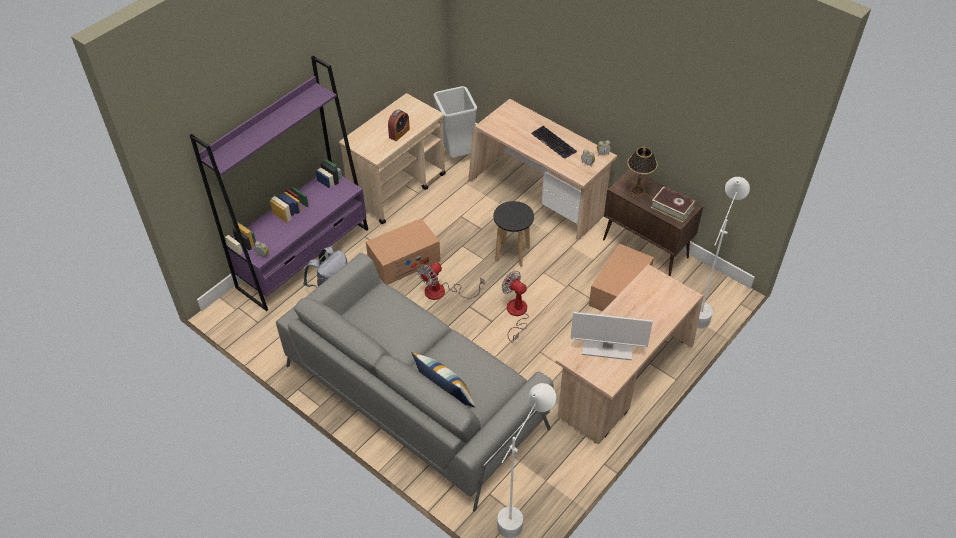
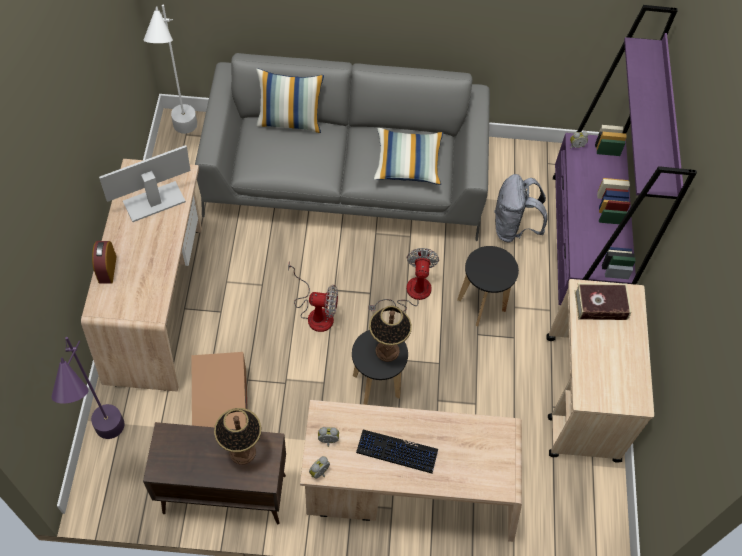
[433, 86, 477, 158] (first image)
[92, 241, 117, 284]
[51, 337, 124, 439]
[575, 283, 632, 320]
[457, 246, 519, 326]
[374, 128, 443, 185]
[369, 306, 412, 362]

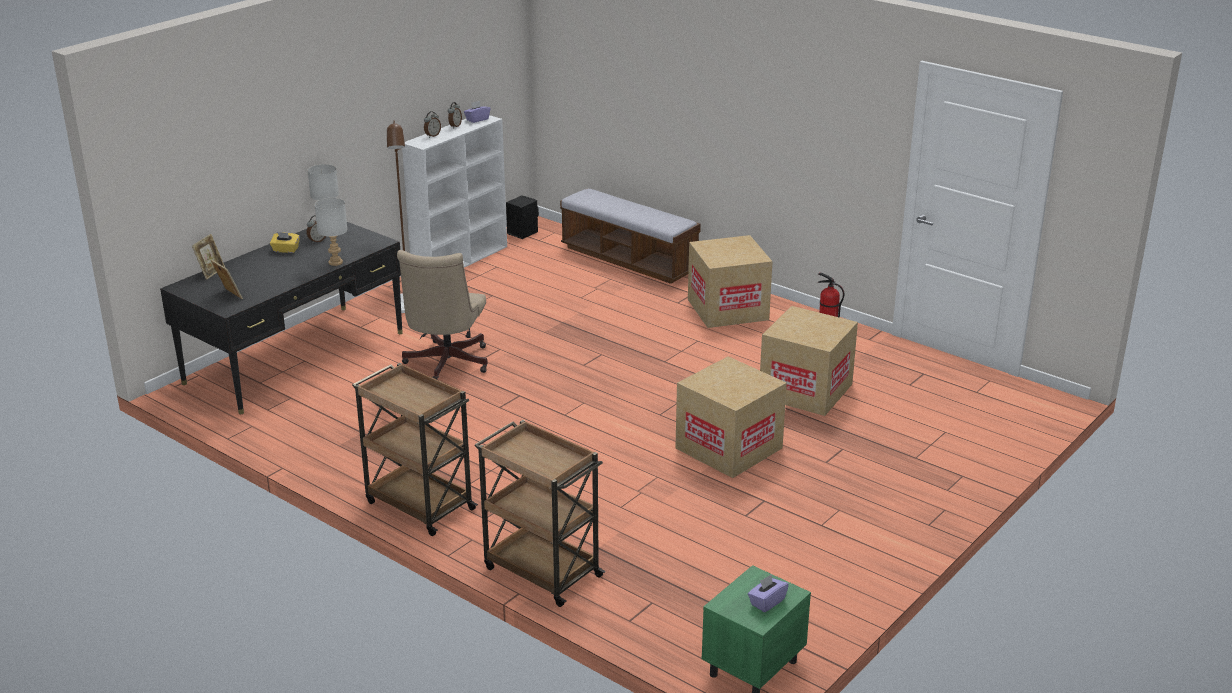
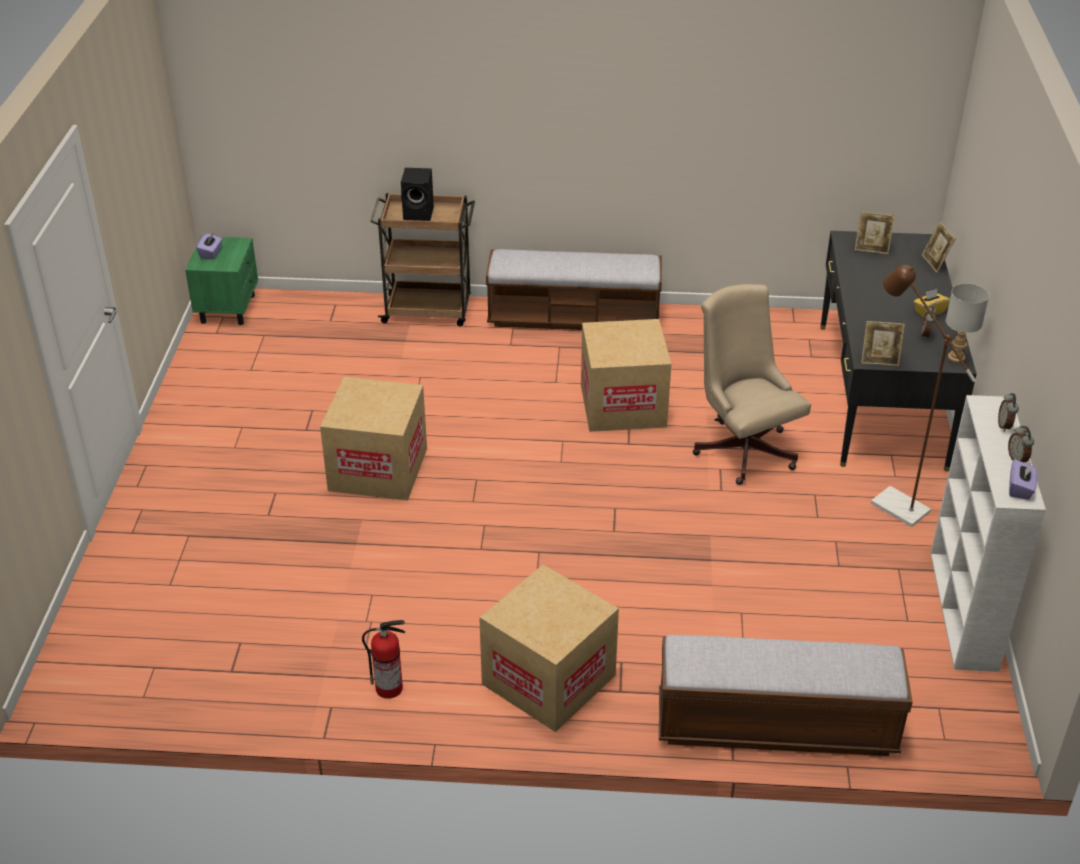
[401, 168, 434, 221]
[315, 198, 347, 266] (first image)
[581, 319, 671, 432]
[486, 249, 662, 330]
[861, 321, 905, 366]

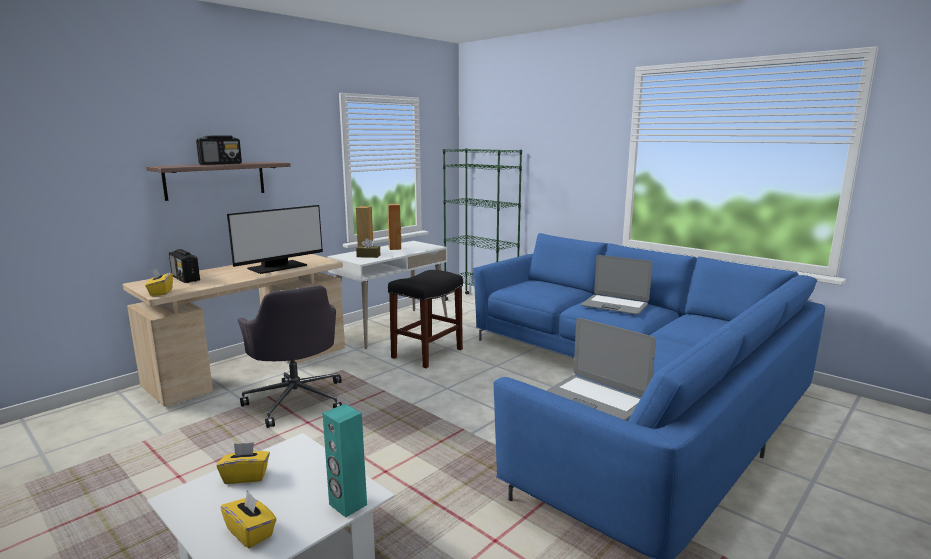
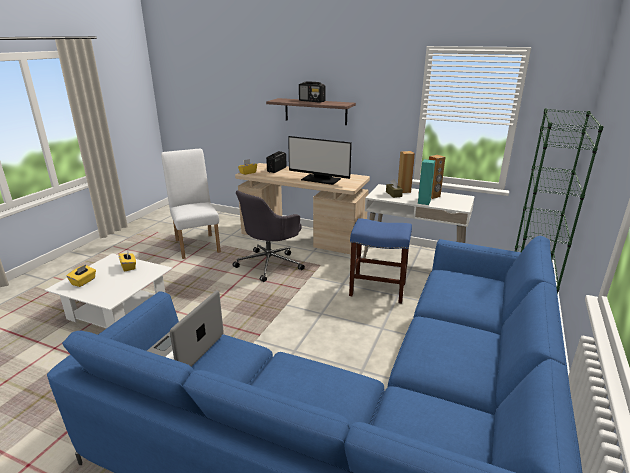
[581, 255, 652, 315] (first image)
[349, 218, 412, 304]
[418, 159, 435, 205]
[161, 148, 221, 259]

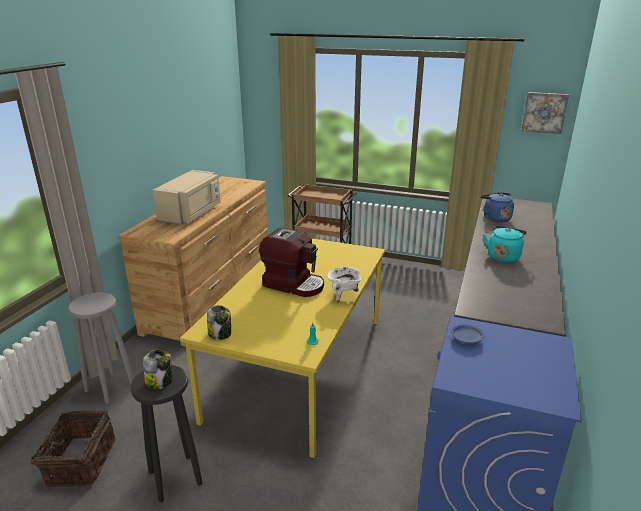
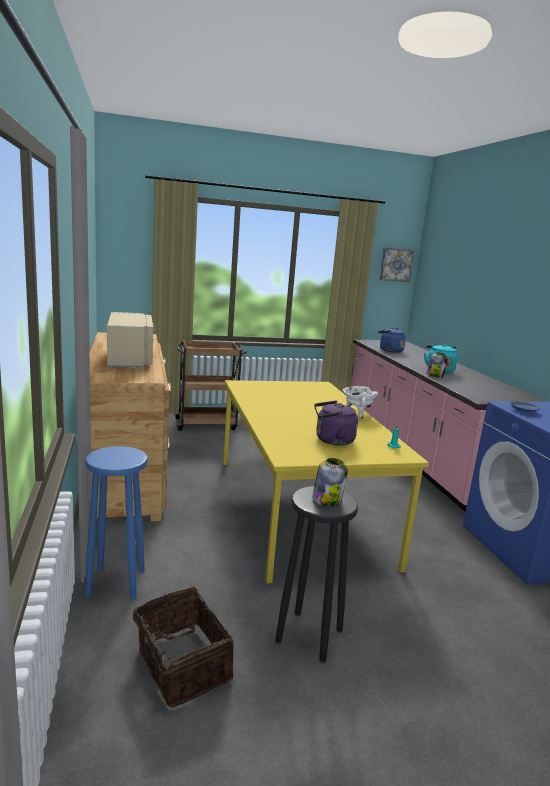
[259, 228, 324, 297] (first image)
[85, 446, 148, 599]
[426, 352, 448, 378]
[314, 401, 358, 446]

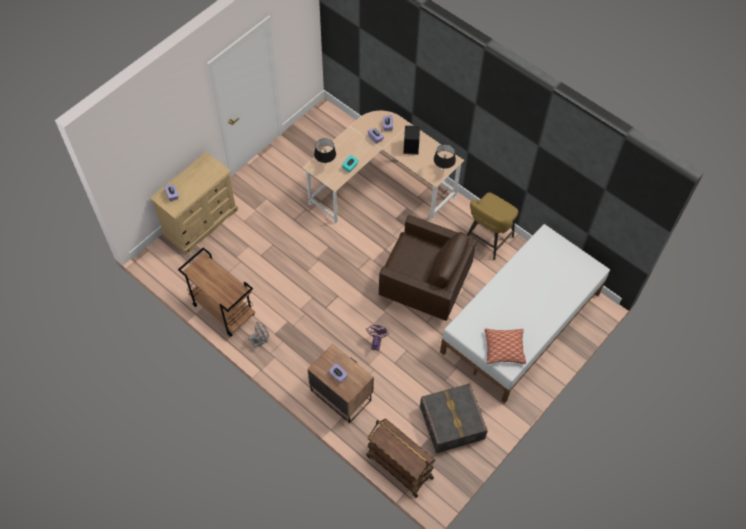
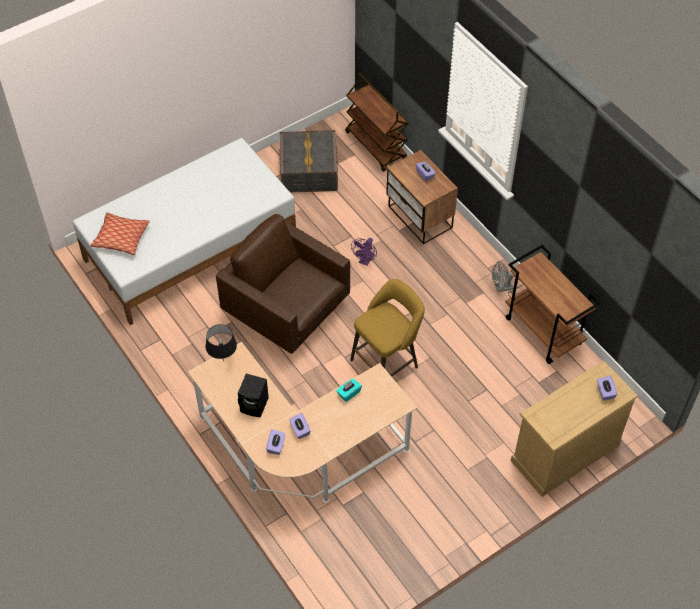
[314, 138, 336, 163] (first image)
[350, 279, 425, 377]
[90, 213, 150, 255]

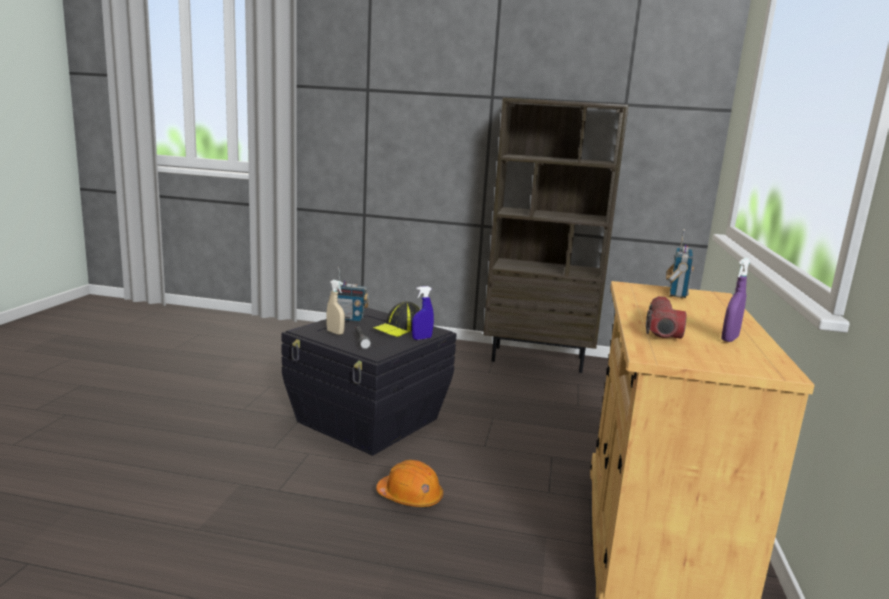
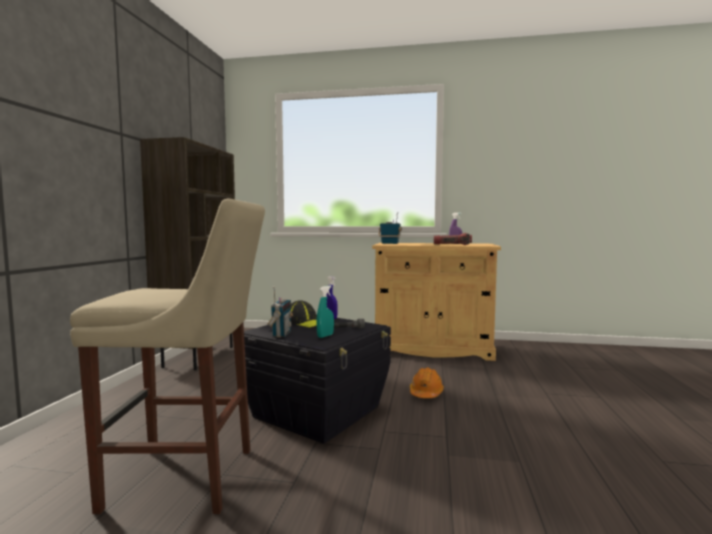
[316, 285, 334, 338]
[70, 199, 265, 514]

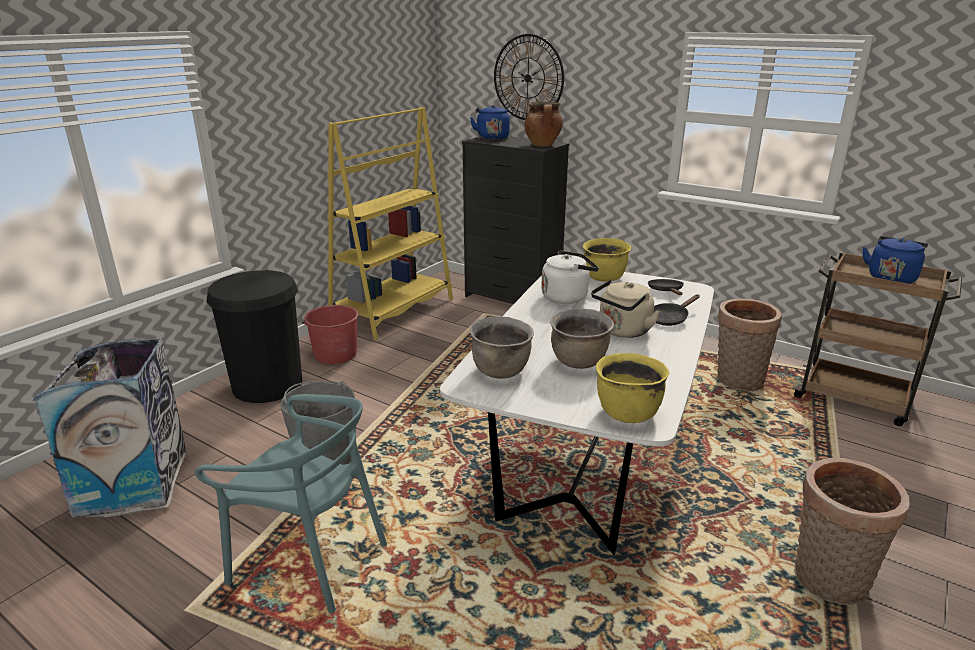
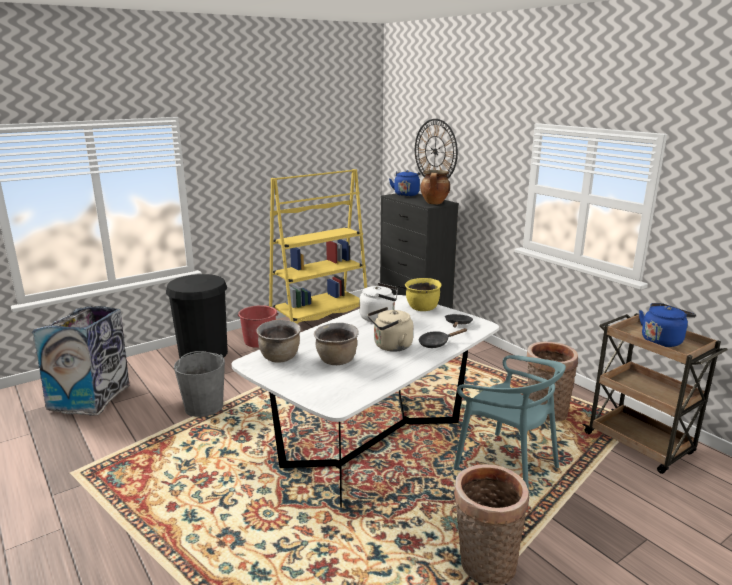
[596, 353, 669, 423] (first image)
[454, 355, 566, 491]

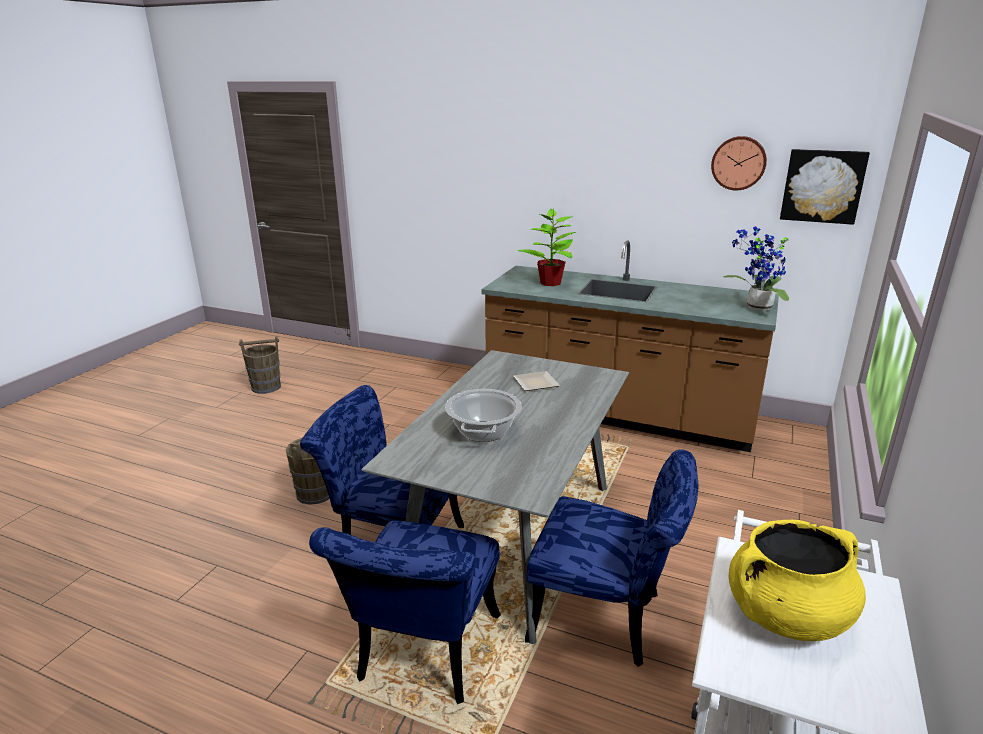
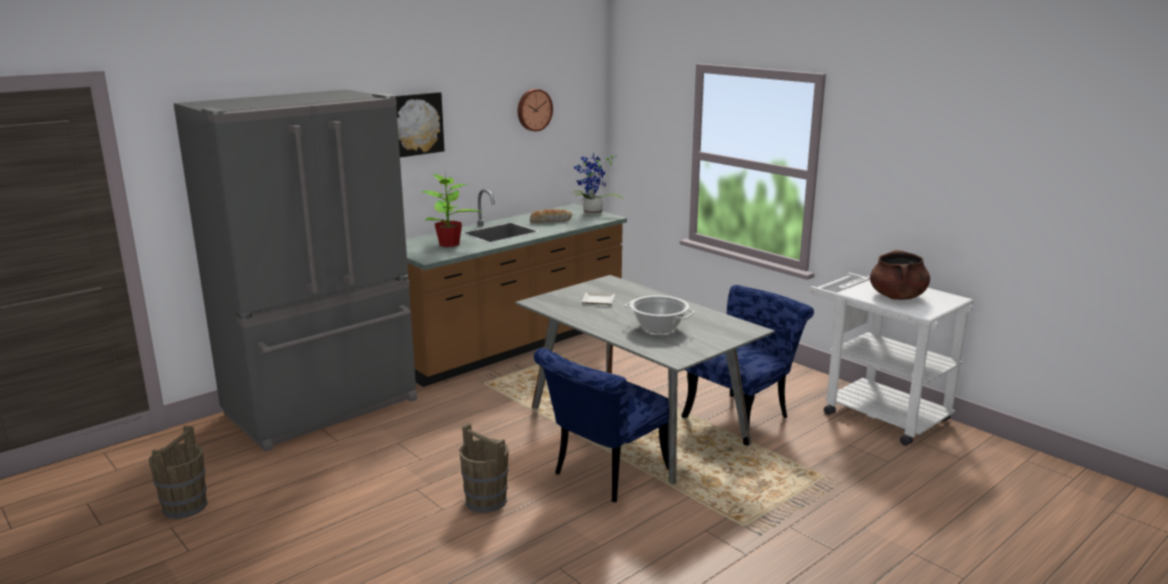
[395, 92, 445, 158]
[870, 250, 930, 300]
[309, 521, 501, 704] (first image)
[173, 89, 417, 452]
[530, 209, 572, 223]

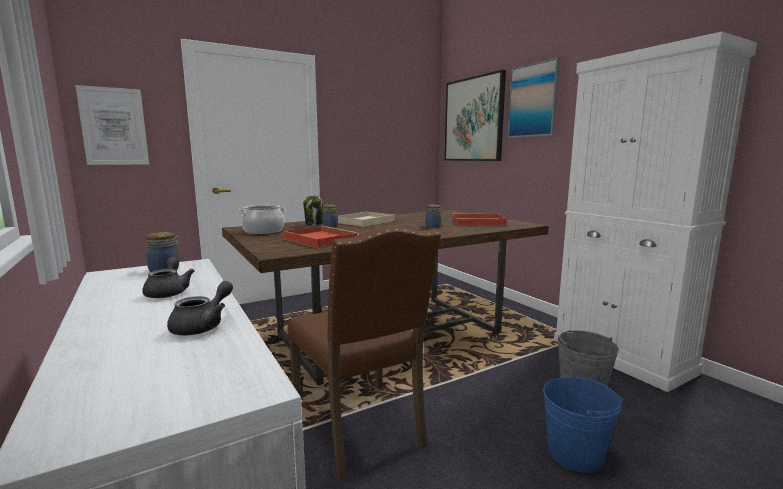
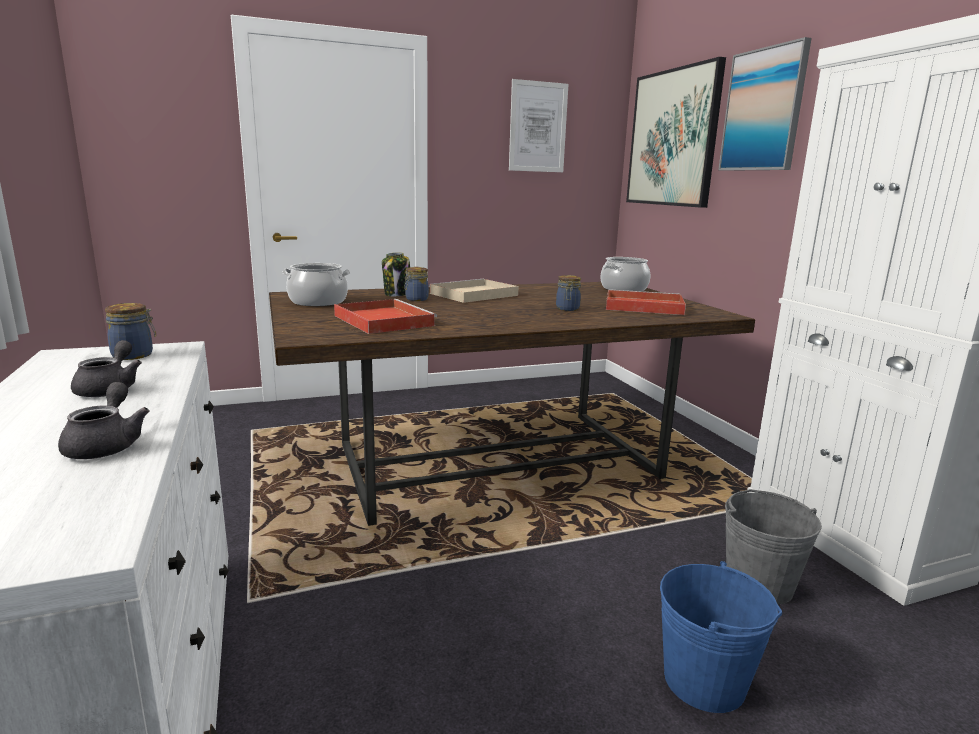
[509, 79, 569, 172]
[288, 226, 441, 480] (first image)
[58, 382, 149, 459]
[601, 257, 650, 291]

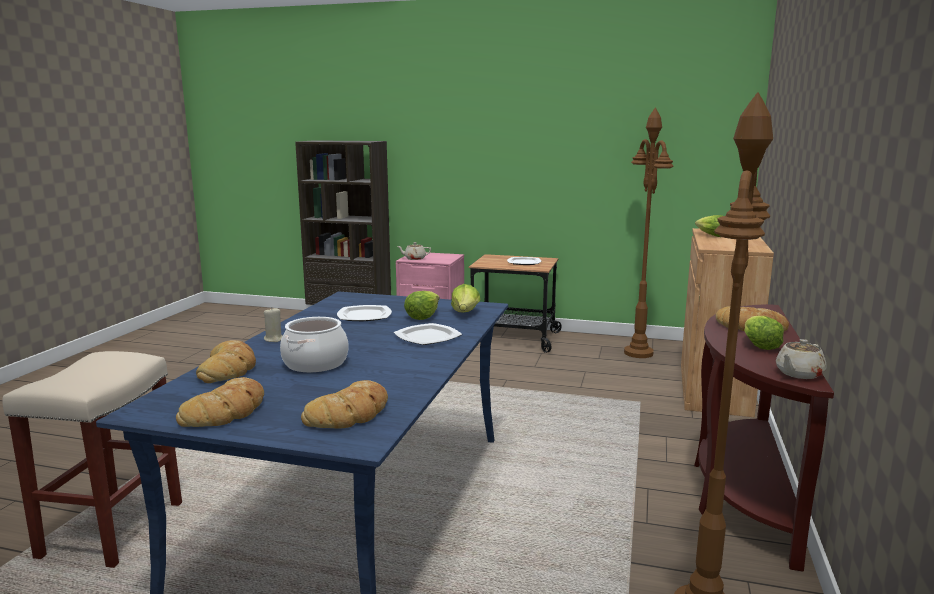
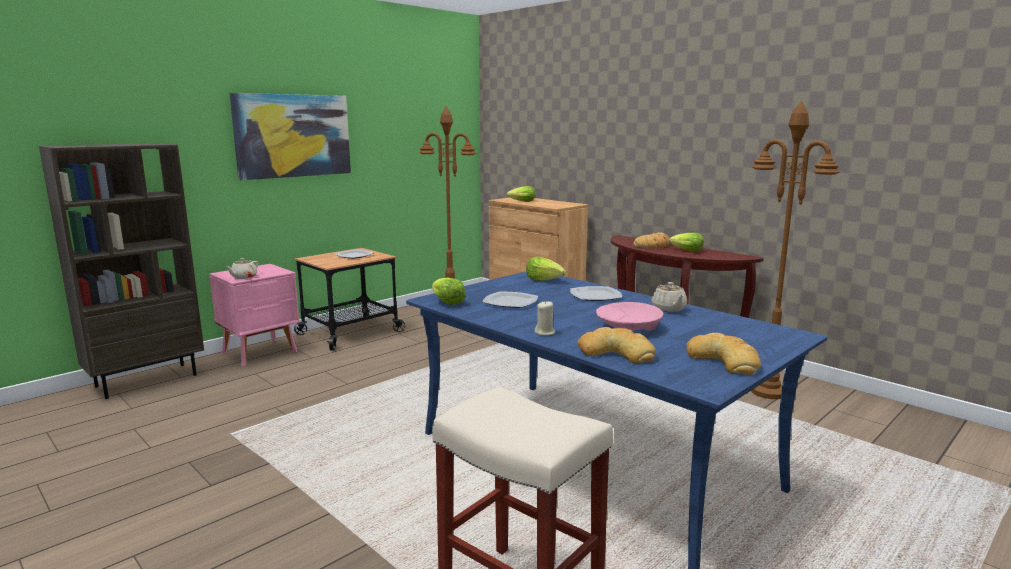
[432, 277, 465, 305]
[596, 302, 663, 331]
[651, 282, 687, 312]
[301, 380, 388, 429] (first image)
[229, 93, 351, 180]

